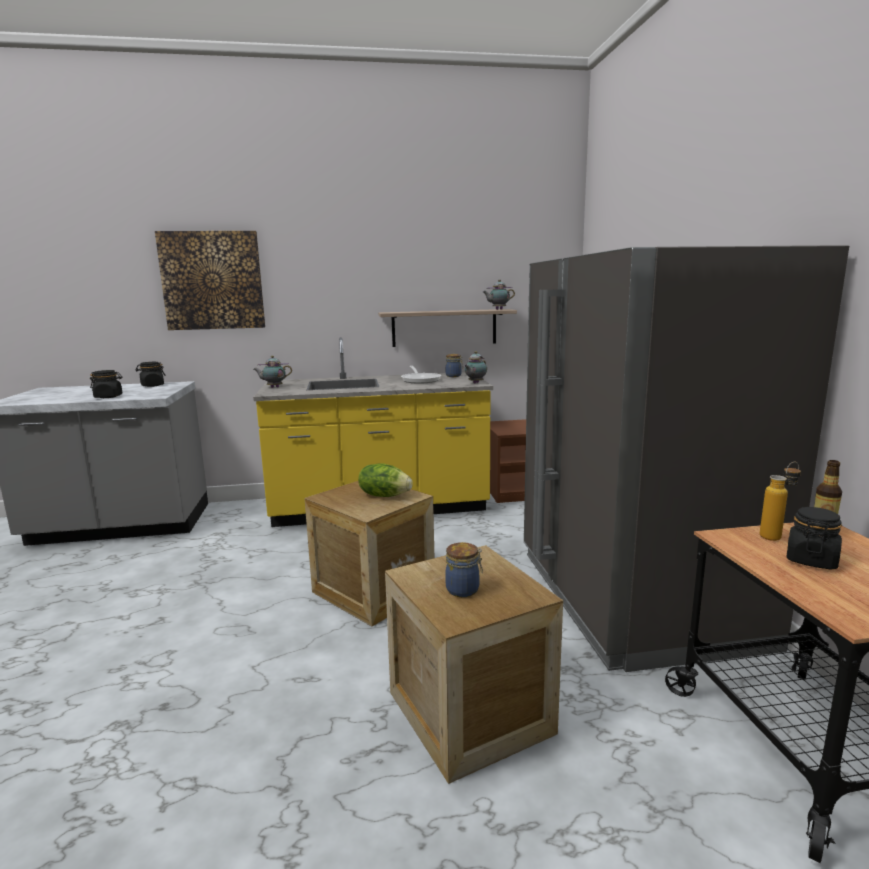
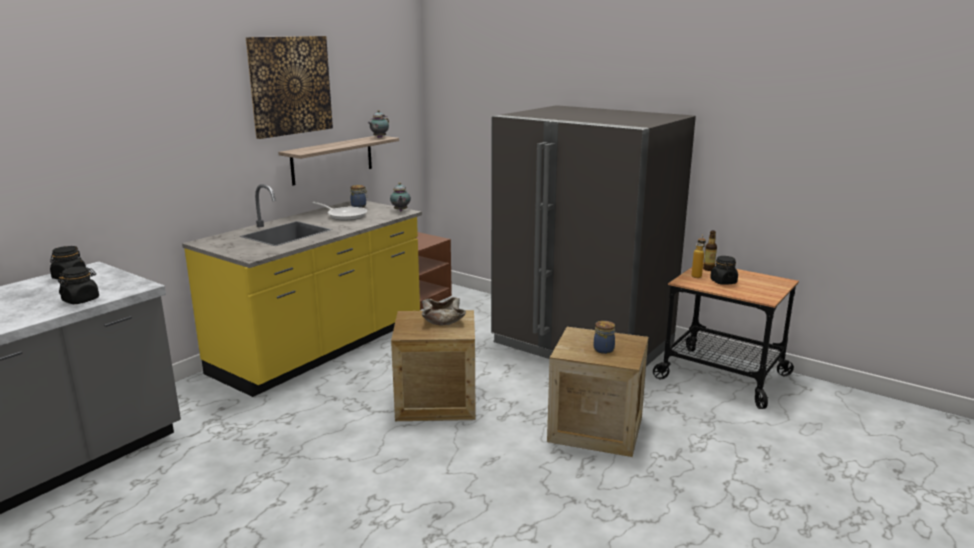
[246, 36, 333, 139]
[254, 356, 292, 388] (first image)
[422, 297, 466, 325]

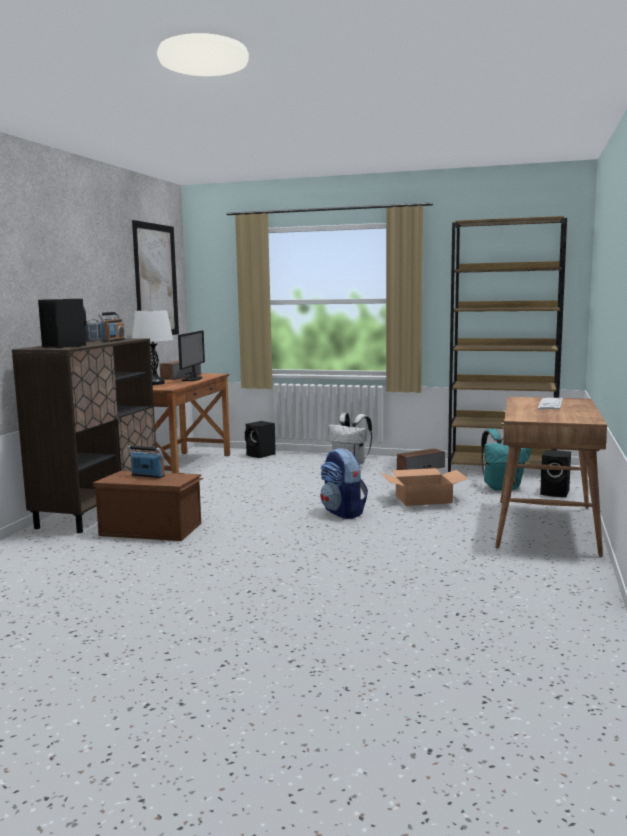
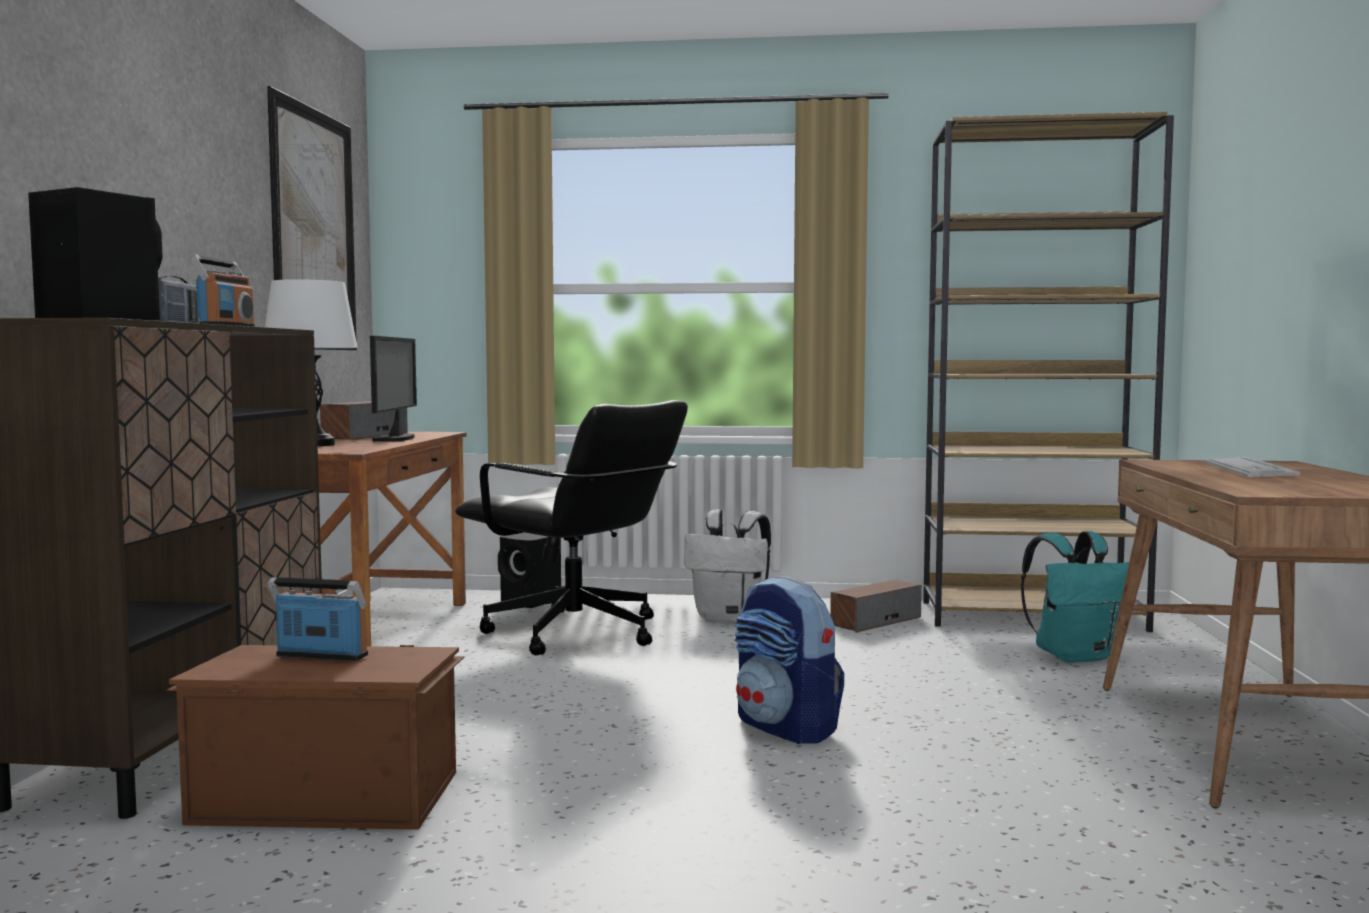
[540, 450, 571, 497] (first image)
[381, 468, 468, 506] (first image)
[455, 400, 688, 655]

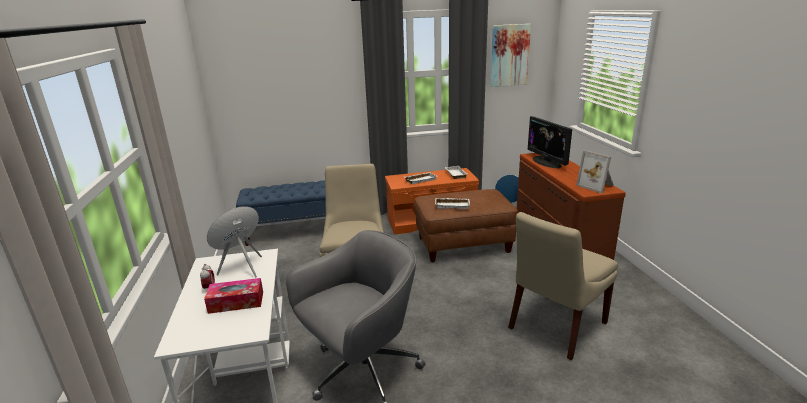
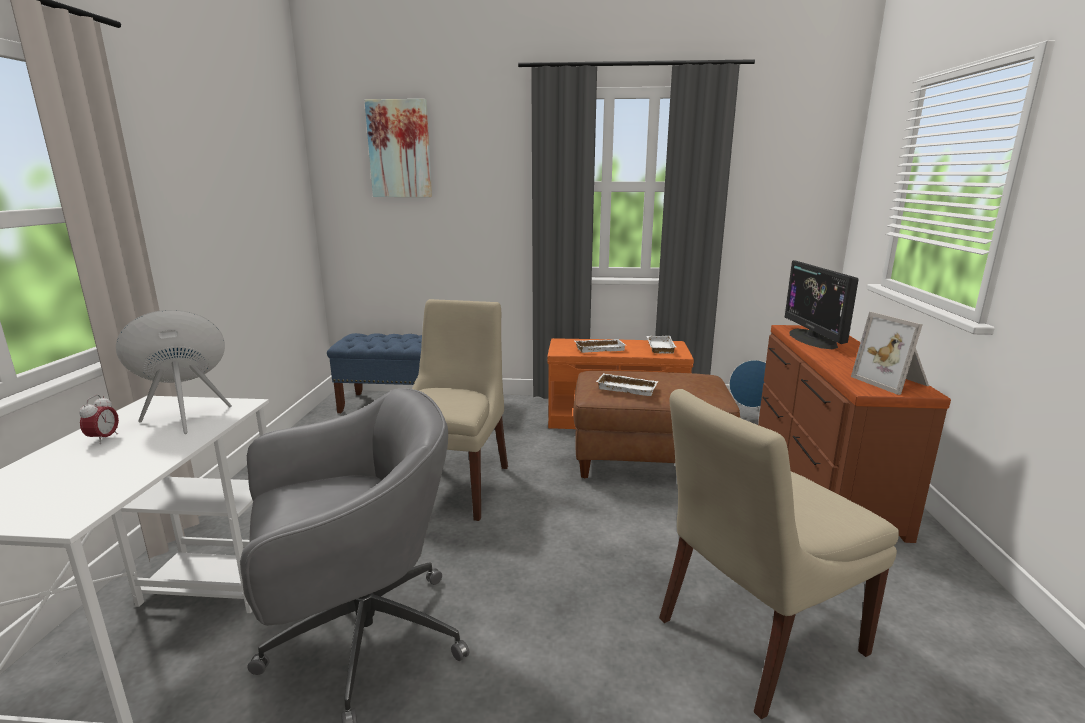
[364, 99, 432, 197]
[204, 278, 263, 314] (first image)

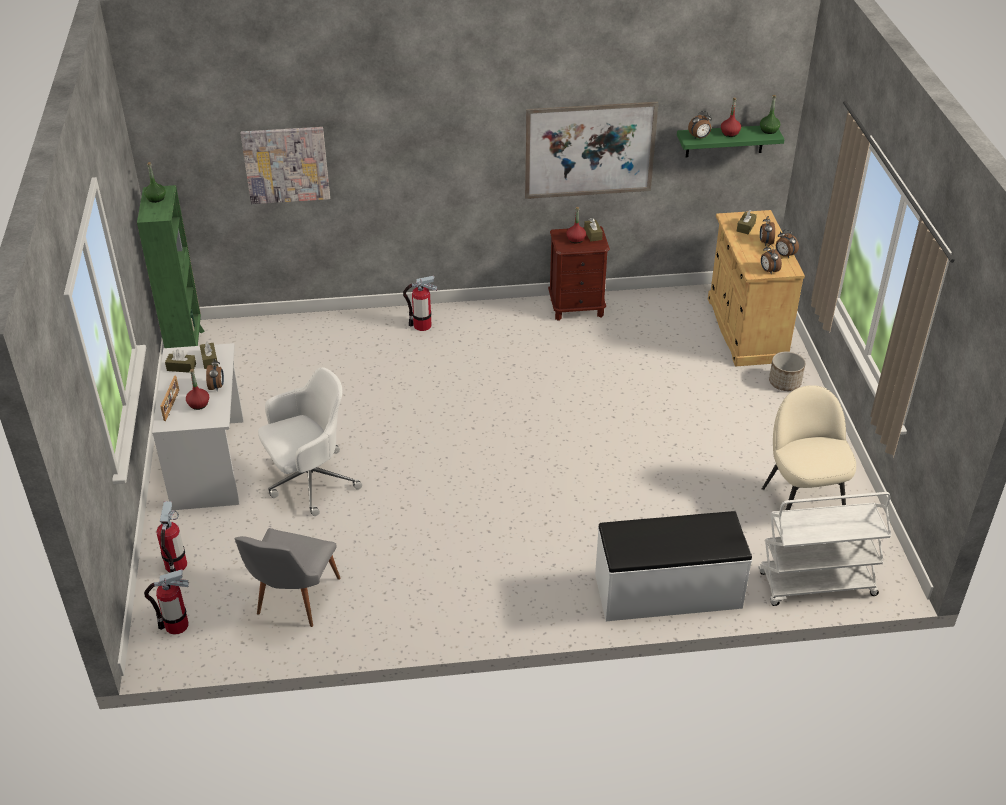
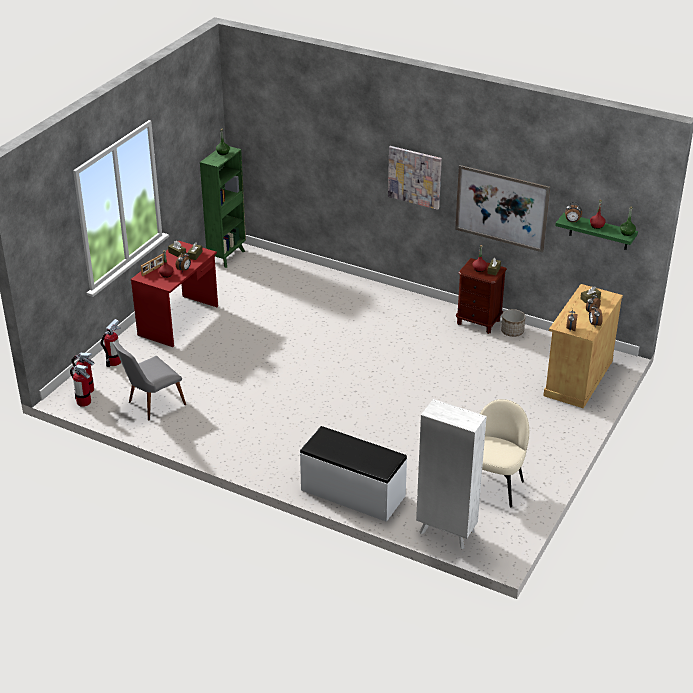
[388, 146, 442, 210]
[70, 365, 91, 407]
[131, 241, 218, 347]
[501, 309, 526, 337]
[258, 367, 362, 516] (first image)
[416, 399, 487, 549]

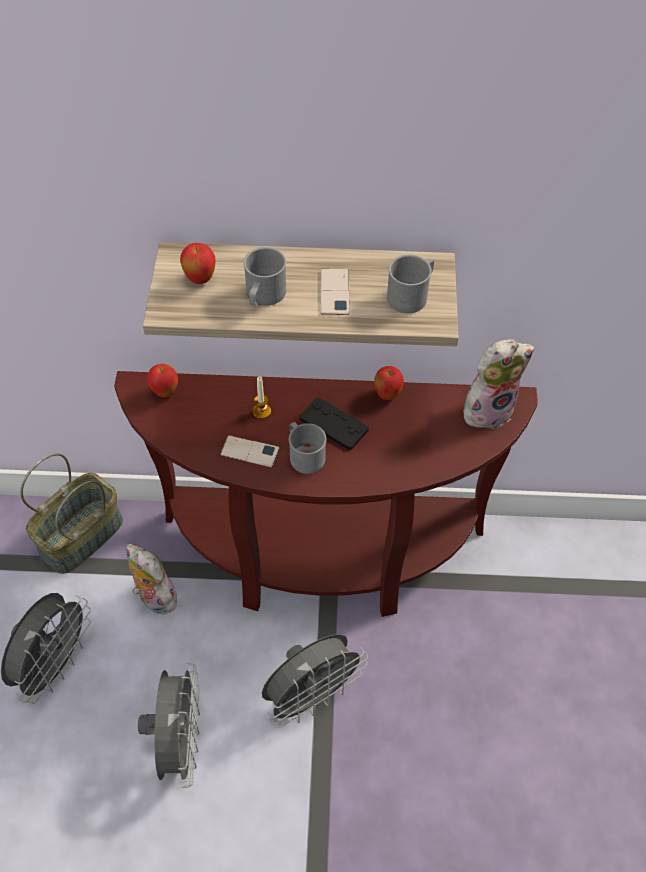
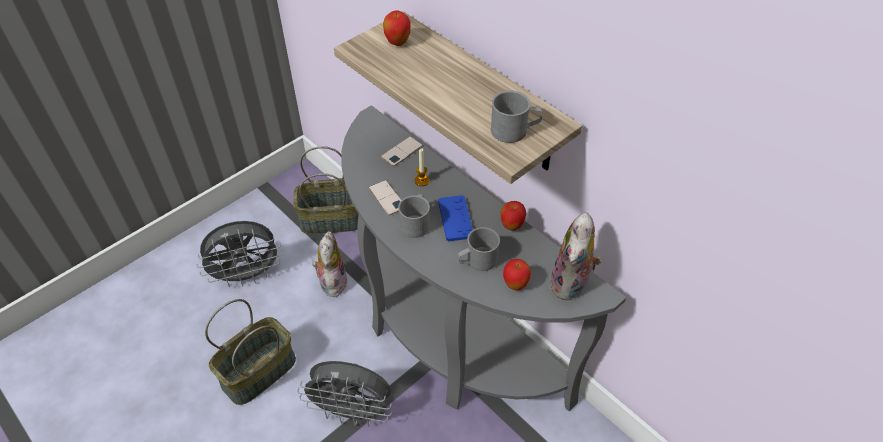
[458, 227, 500, 271]
[381, 136, 424, 167]
[549, 212, 601, 301]
[503, 259, 531, 291]
[341, 105, 626, 411]
[438, 195, 473, 241]
[205, 299, 296, 405]

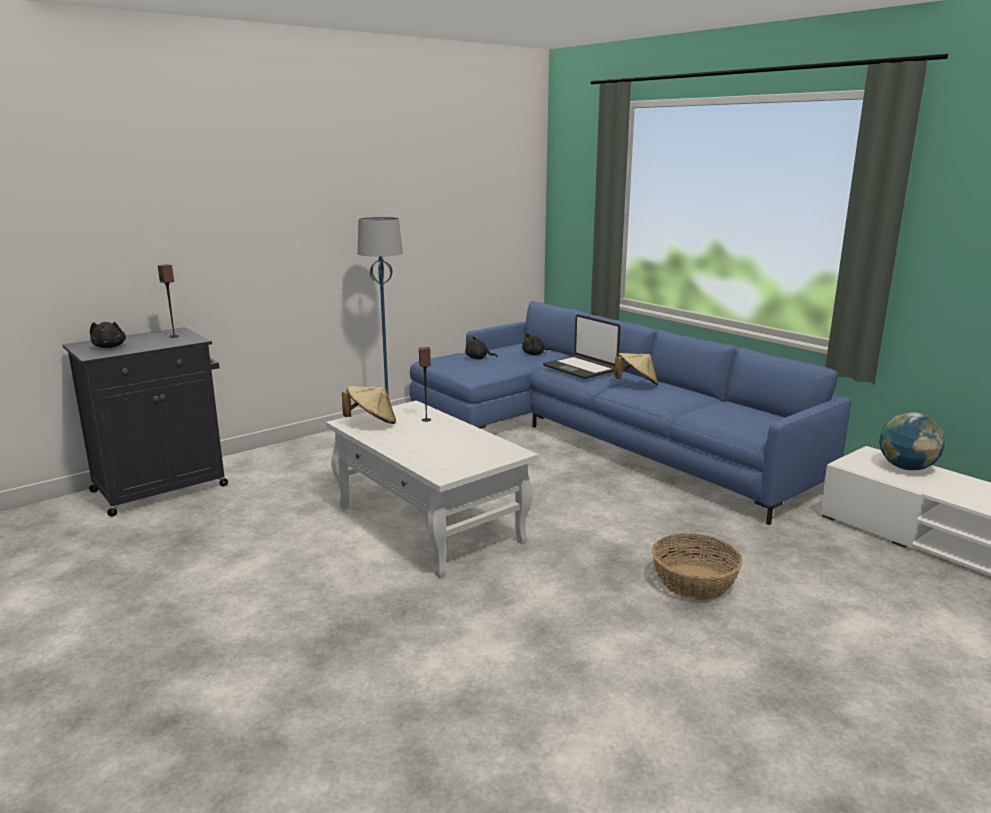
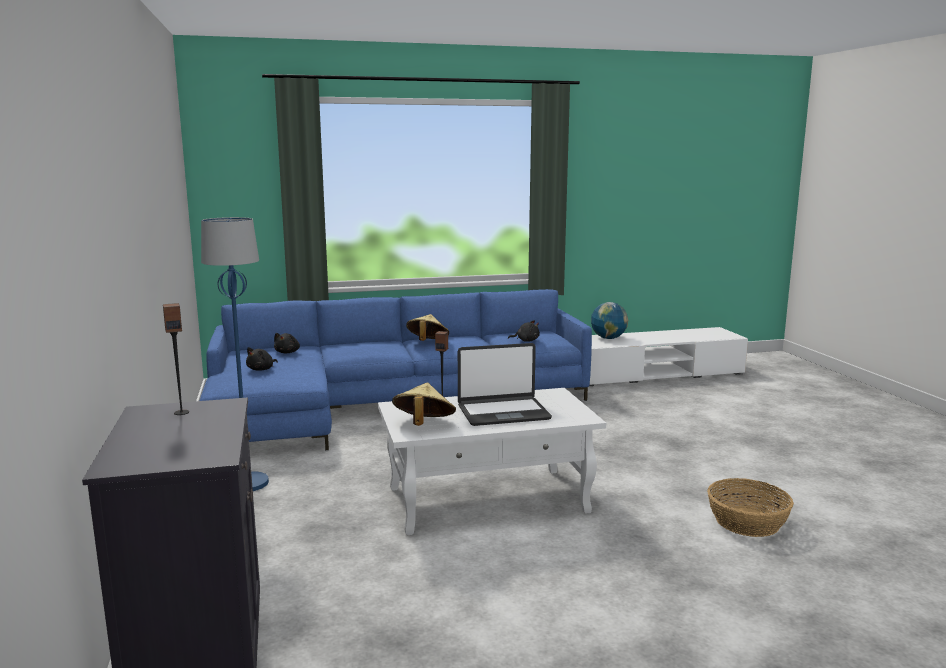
[458, 343, 552, 426]
[508, 320, 540, 342]
[707, 478, 794, 537]

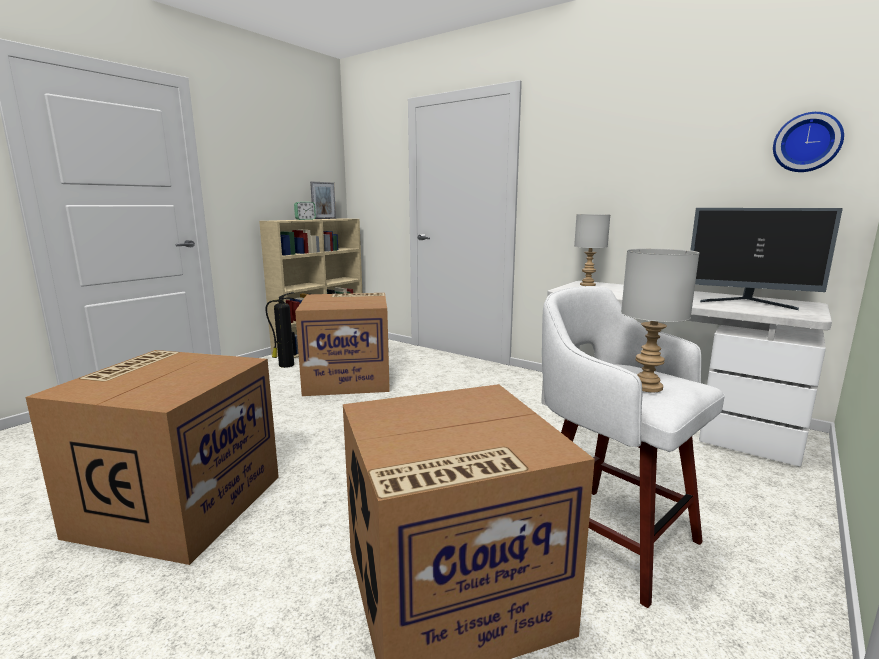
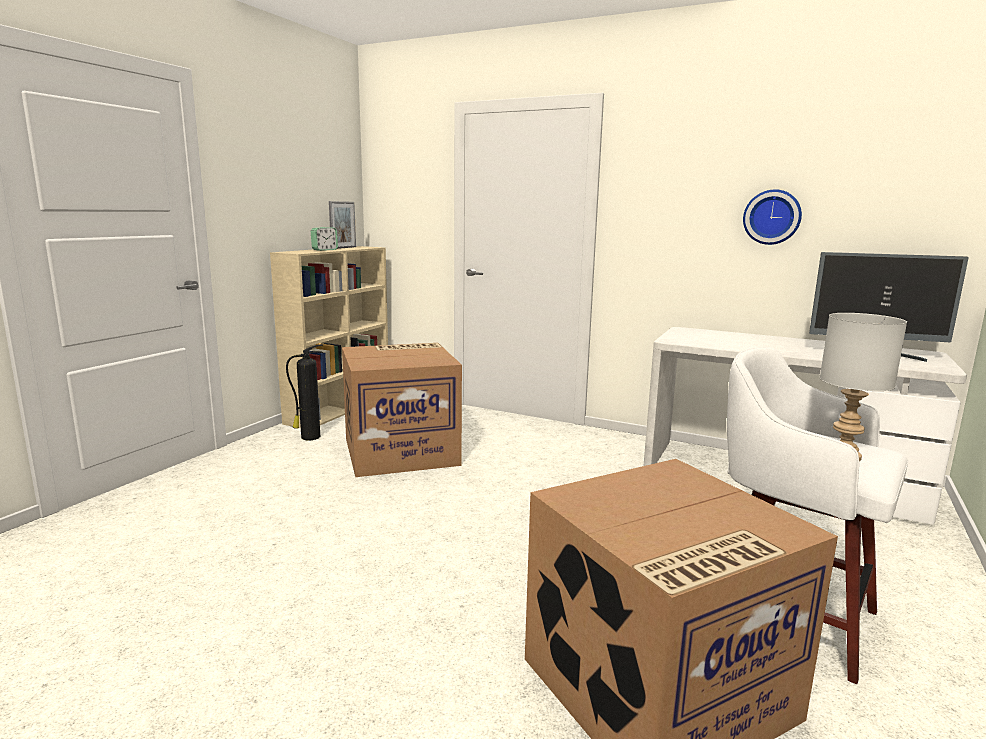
[743, 189, 802, 245]
[574, 214, 610, 286] (first image)
[25, 350, 279, 565] (first image)

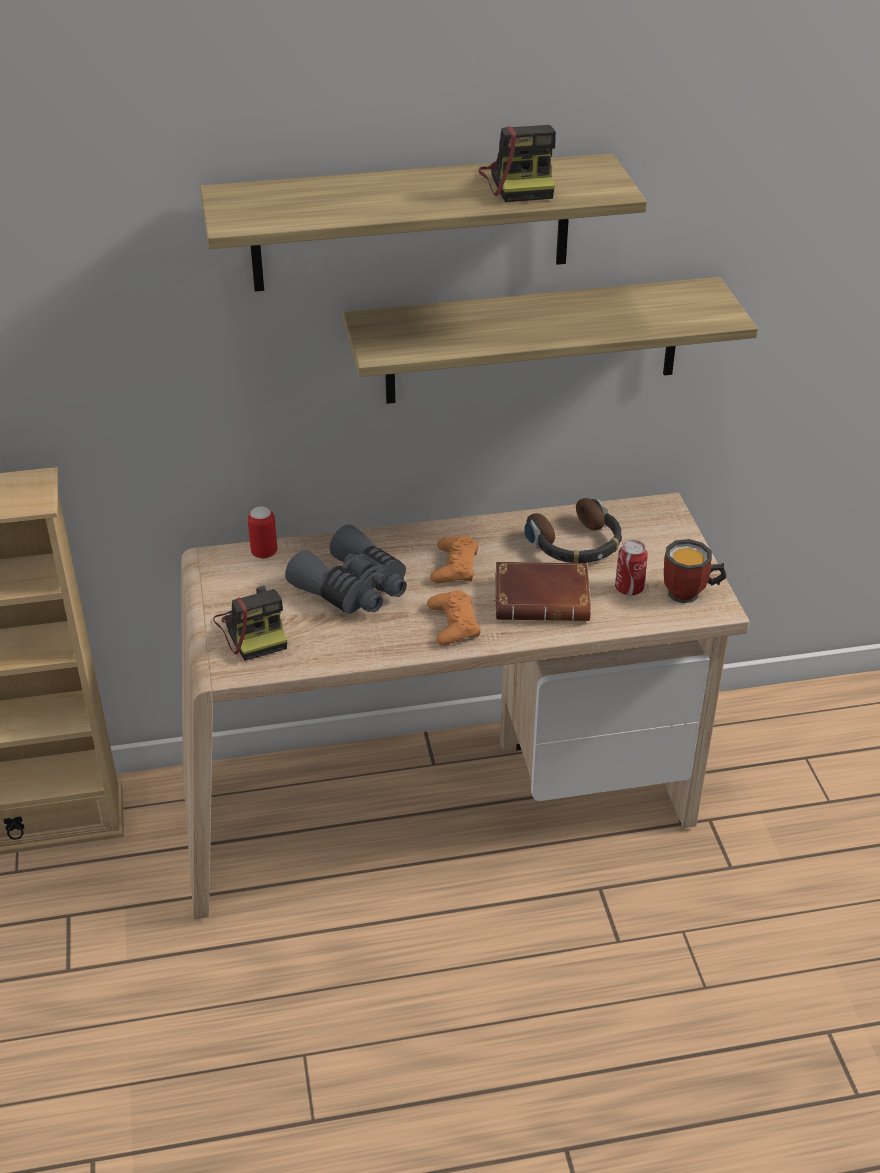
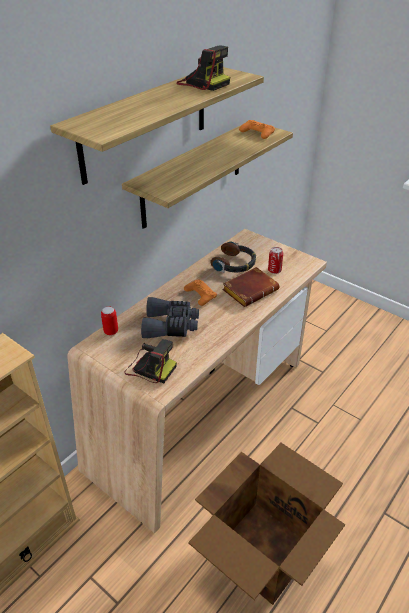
[664, 539, 726, 603] (first image)
[239, 120, 275, 139]
[188, 443, 345, 605]

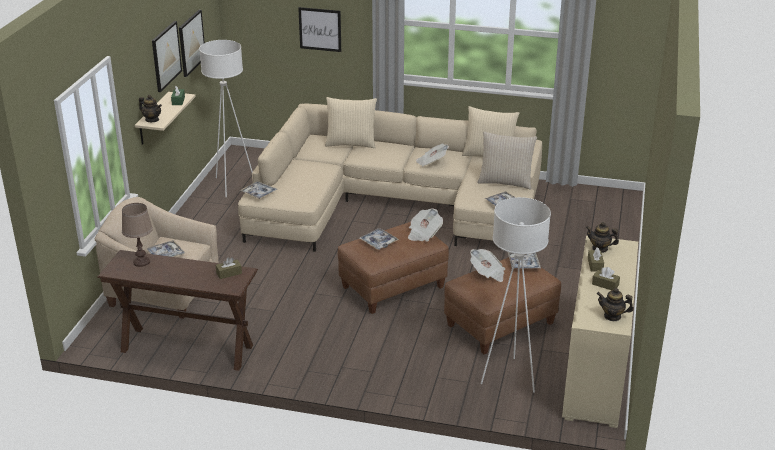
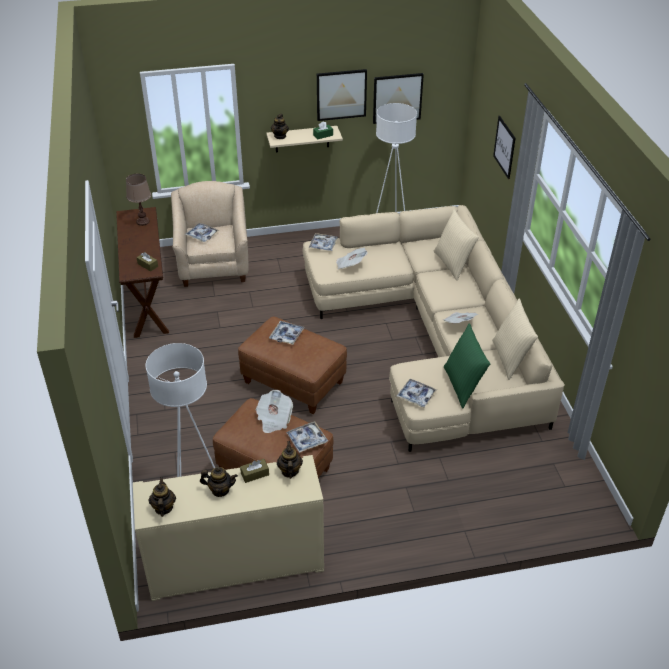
[444, 323, 490, 409]
[336, 248, 367, 269]
[200, 466, 238, 497]

